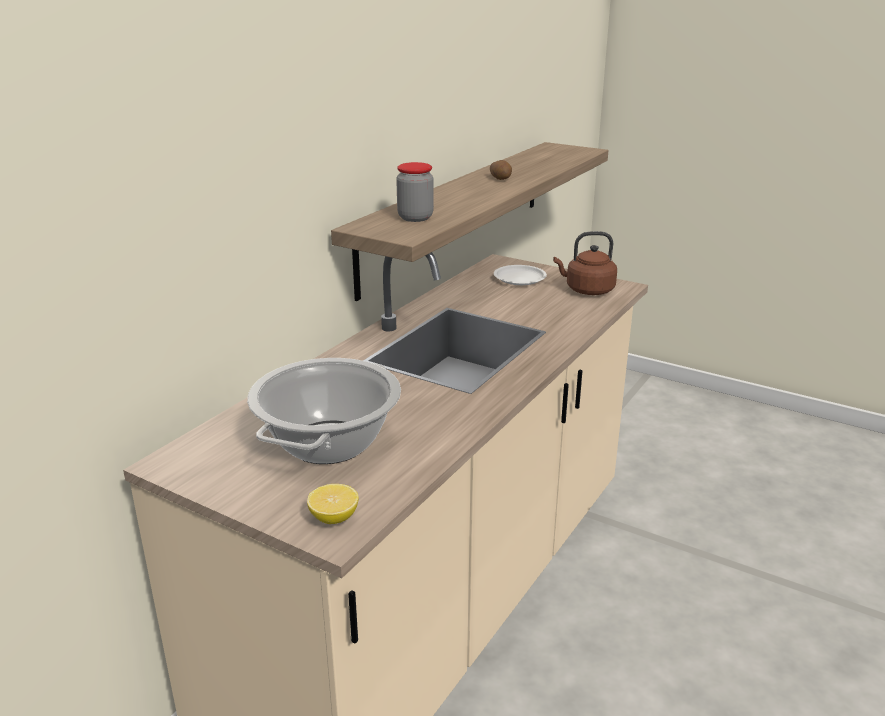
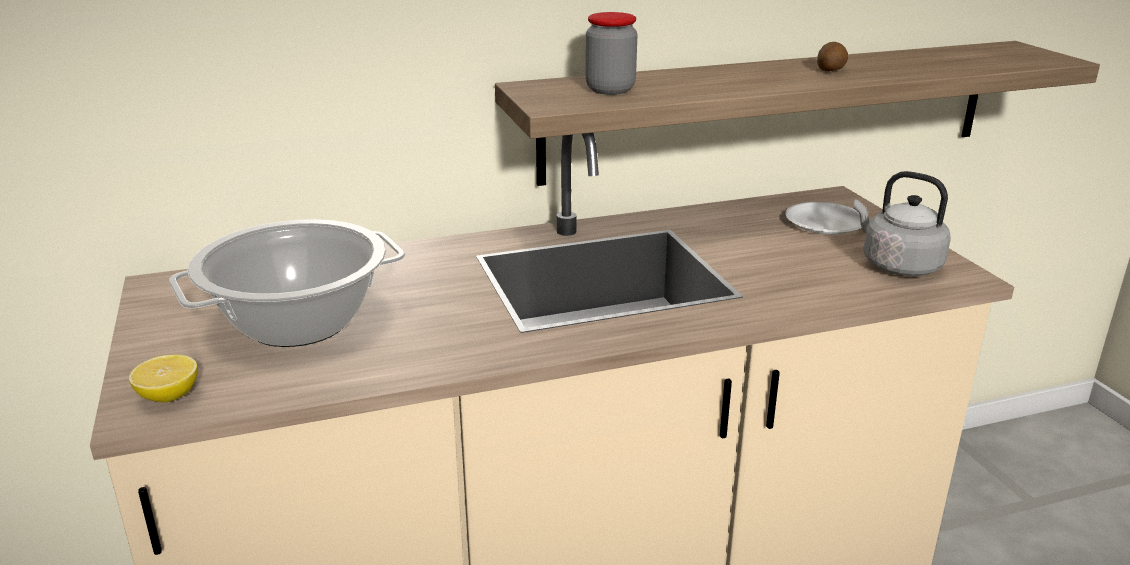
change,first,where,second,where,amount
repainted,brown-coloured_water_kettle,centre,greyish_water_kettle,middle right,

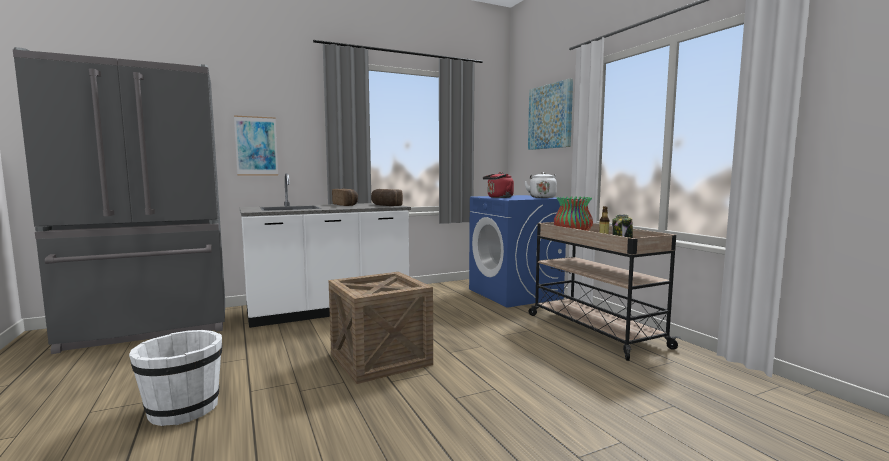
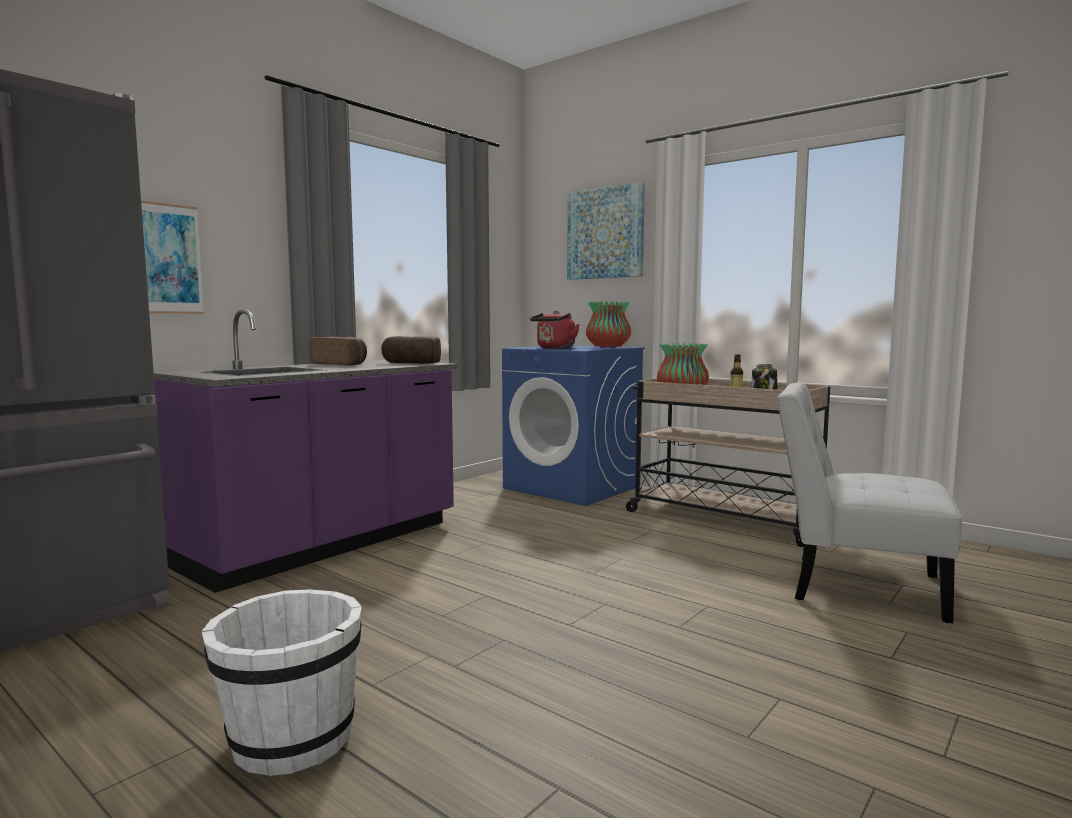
change,first,where,second,where,amount
swapped,white_water_kettle,centre,flower_vase (no. 1 from left),centre,
repainted,white_kitchen_base_unit,centre,purplish_kitchen_base_unit,middle left,
gone,packing_crate,bottom centre,,,
new,,,white_upright_chair,middle right,

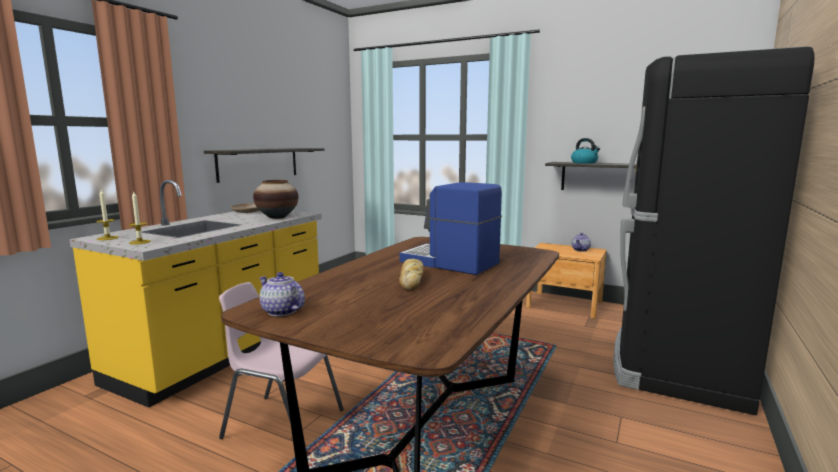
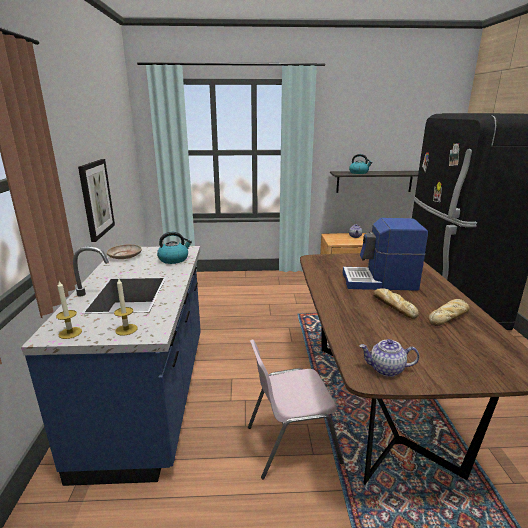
change,first,where,second,where,amount
swapped,shelf (no. 1 from left),middle left,wall_picture,middle left,
repainted,yellowish_kitchen_base_unit,middle left,bluish_kitchen_base_unit,bottom left,
swapped,flower_vase,middle left,water_kettle (no. 1 from left),middle left,
new,,,bread (no. 2 from left),middle right,

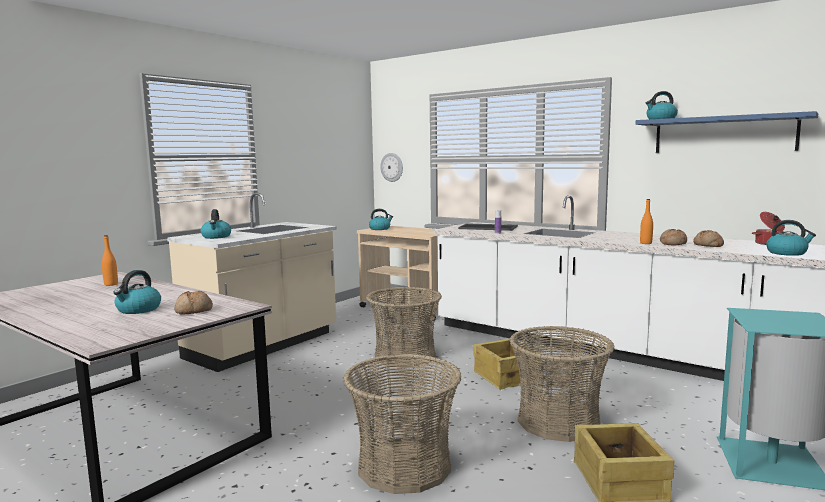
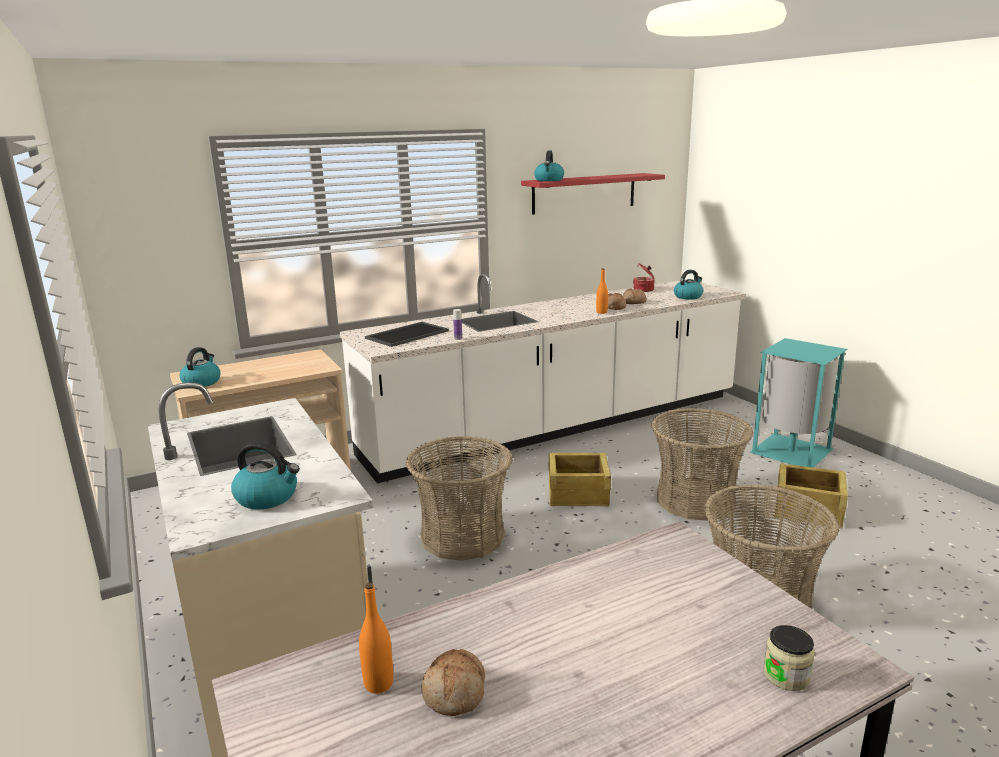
change,first,where,second,where,amount
repainted,bluish_shelf,top right,reddish_shelf,top centre,
gone,clock_on_the_wall,top centre,,,
gone,water_kettle (no. 1 from left),middle left,,,
shifted,bread (no. 1 from left),middle left,,bottom centre,
new,,,storage_jar,bottom right,

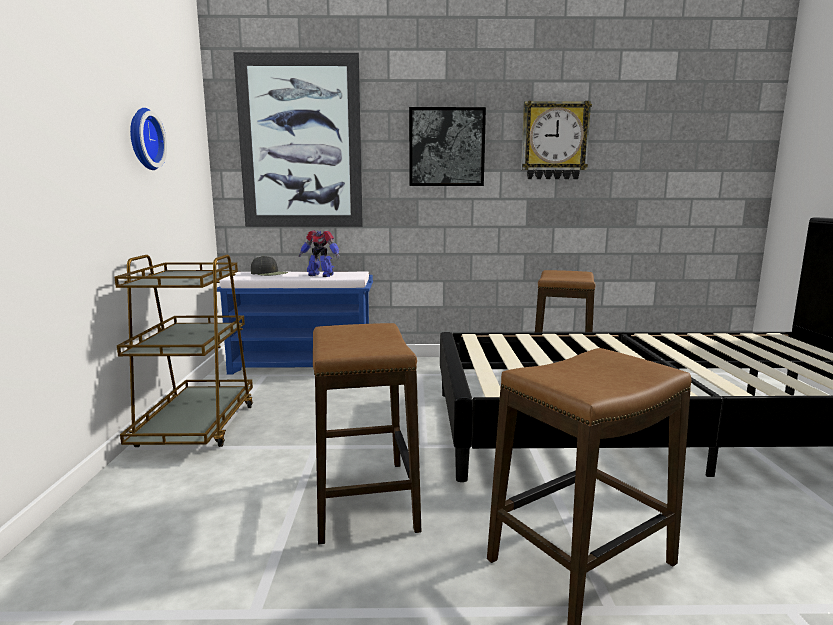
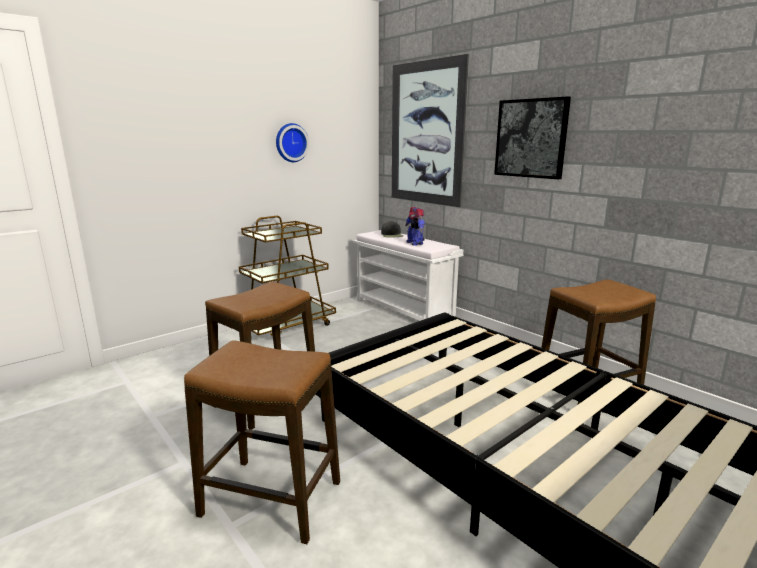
change,first,where,second,where,amount
gone,clock_on_the_wall (no. 2 from left),top right,,,
repainted,bluish_indoor_bench,centre,white_indoor_bench,centre,

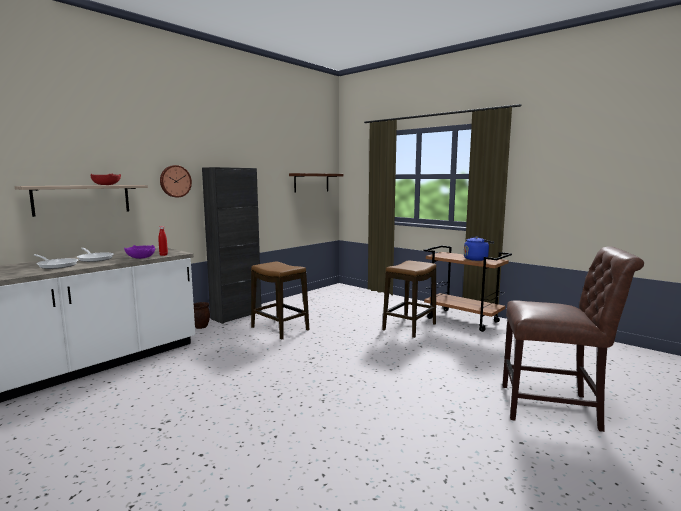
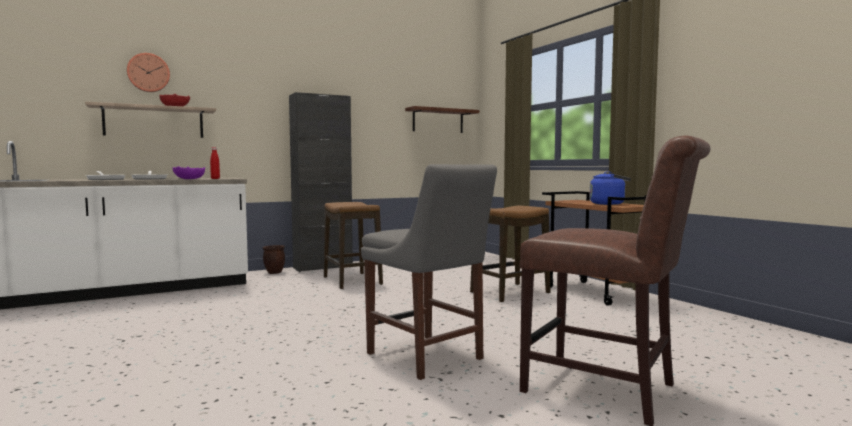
change,first,where,second,where,amount
shifted,clock_on_the_wall,middle left,,top left,
new,,,greyish_upright_chair,centre,

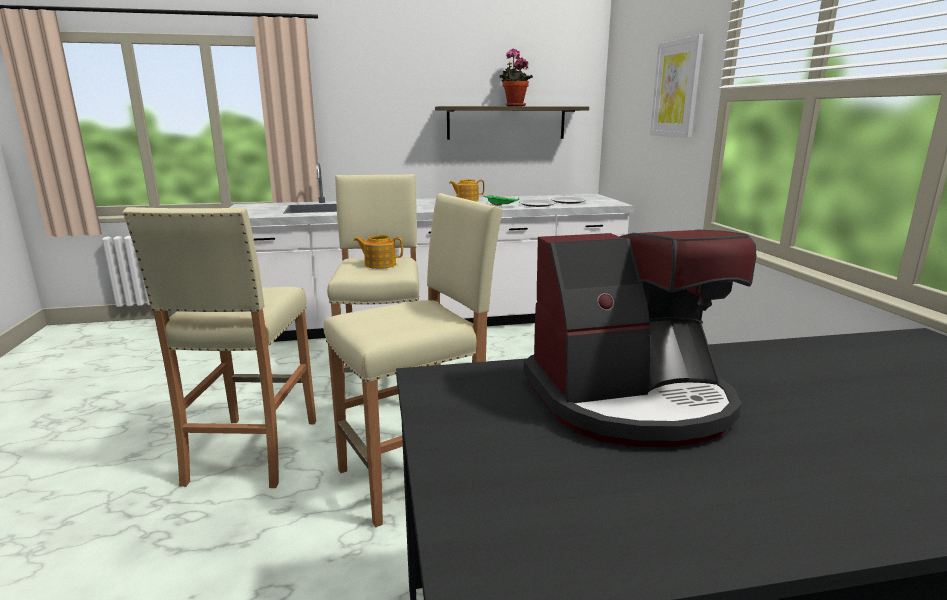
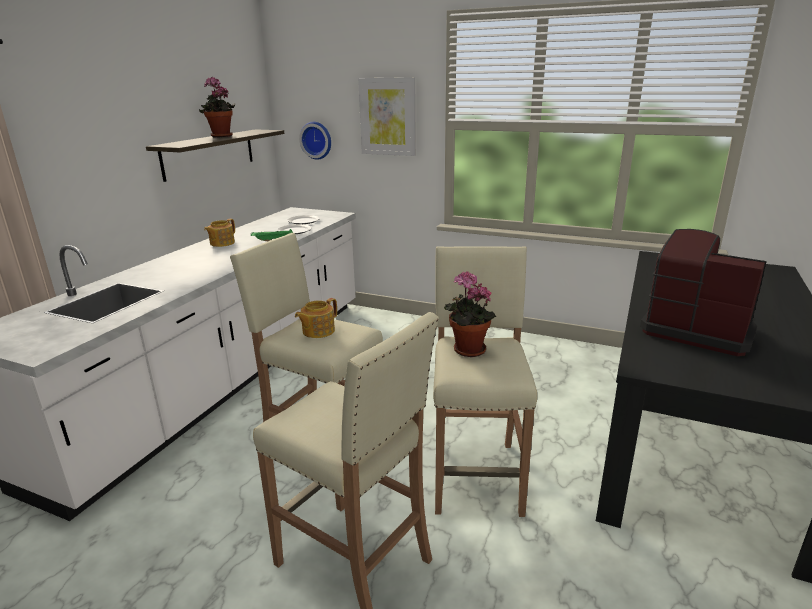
change,first,where,second,where,amount
rotated,coffee_maker,middle right,,middle right,75 degrees counterclockwise
new,,,clock_on_the_wall,top centre,
new,,,plant_in_a_pot (no. 2 from left),centre,

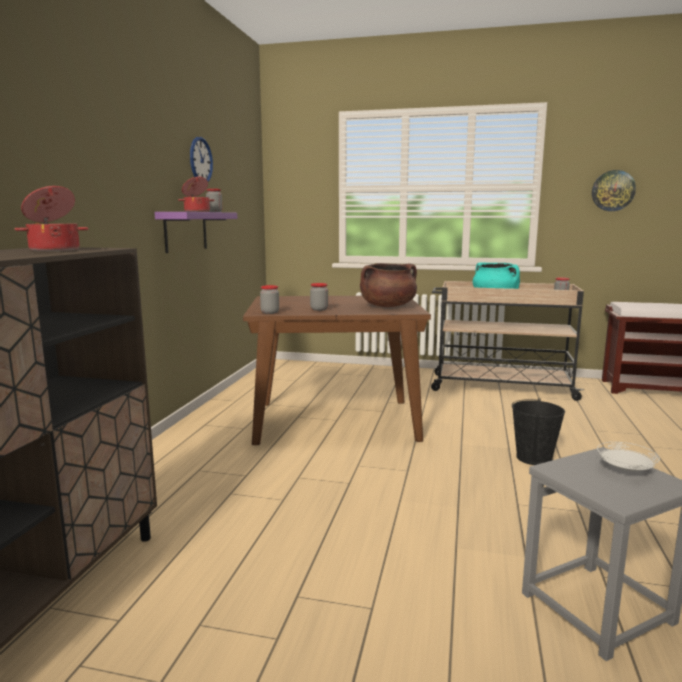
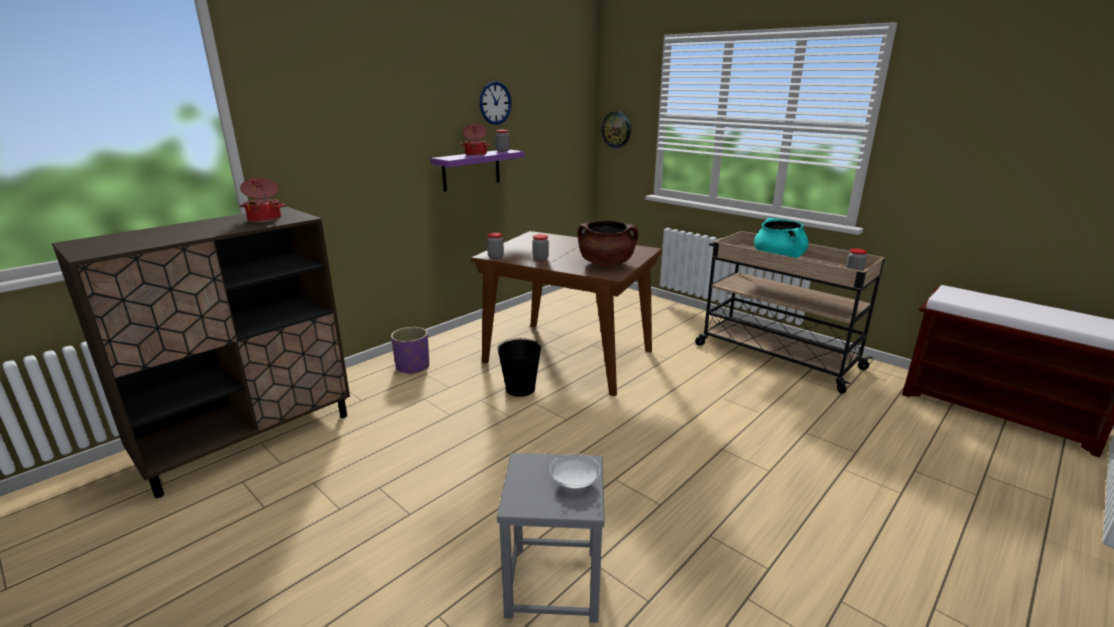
change,first,where,second,where,amount
shifted,clock_on_the_wall (no. 2 from left),top right,,top centre,
shifted,black-coloured_pail,middle right,,centre,
new,,,purplish_flower_pot,centre,

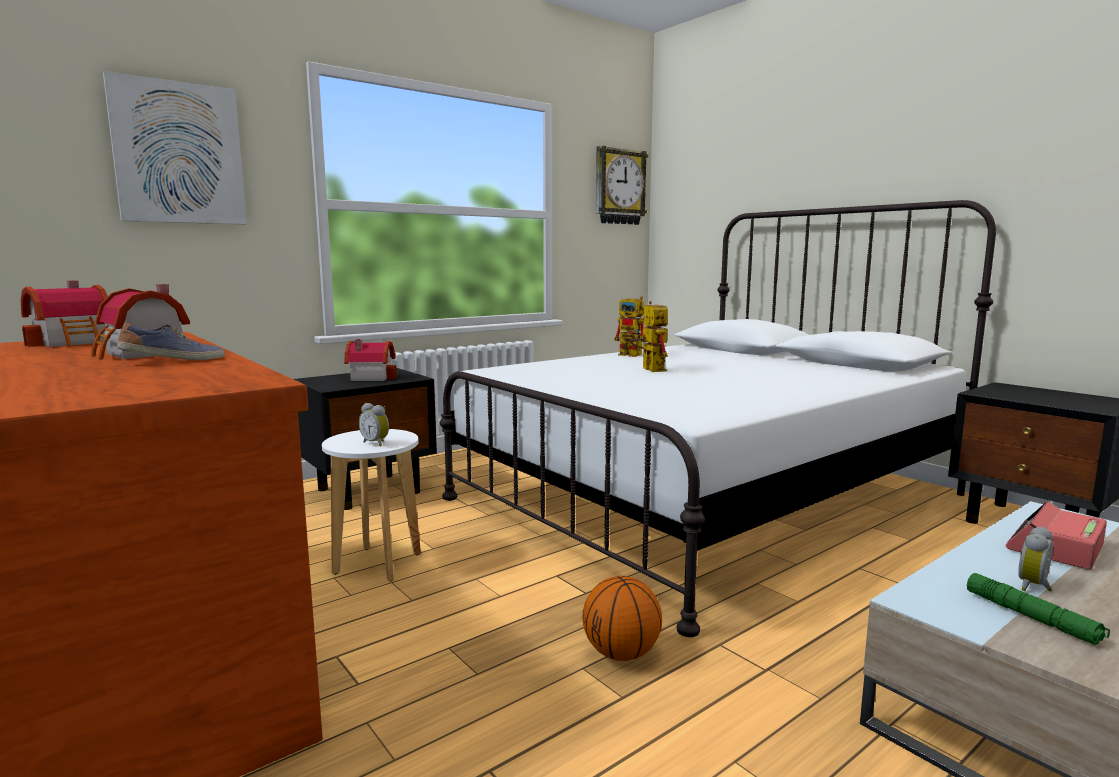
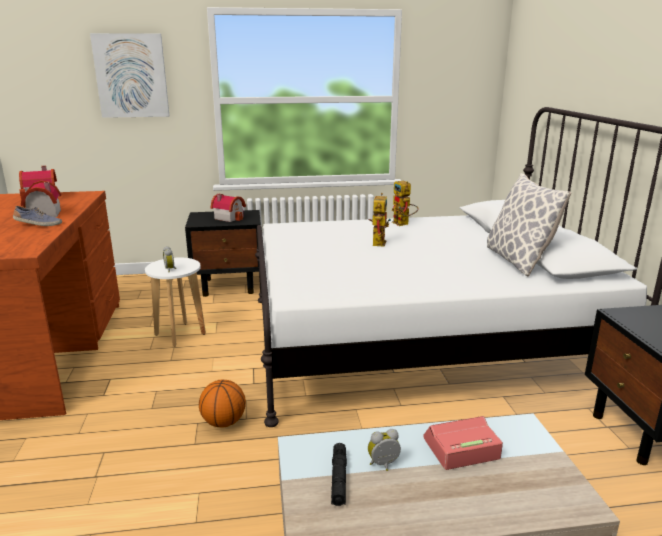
change,first,where,second,where,amount
gone,clock_on_the_wall,top centre,,,
repainted,greenish_hand_torch,bottom right,black-coloured_hand_torch,bottom centre,
new,,,pillow,middle right,

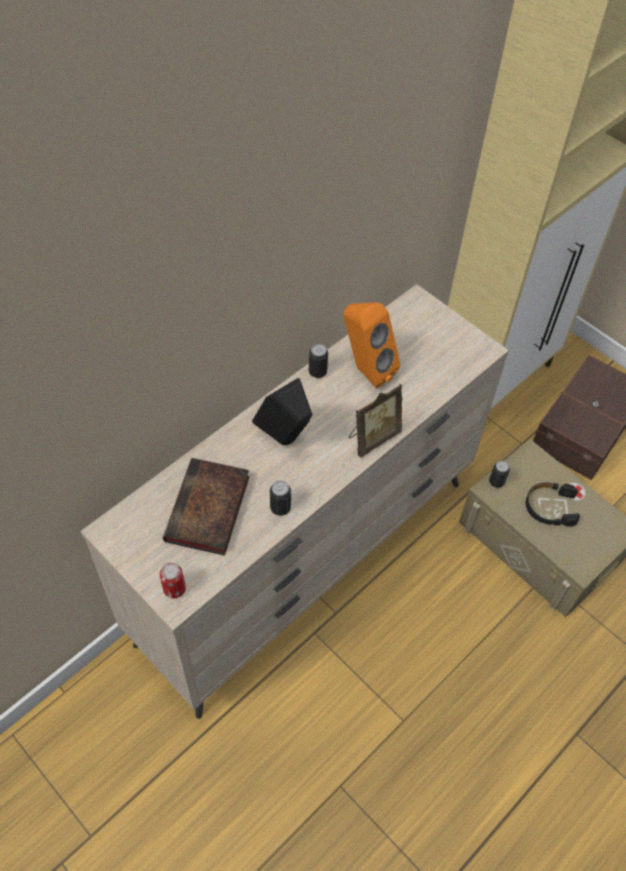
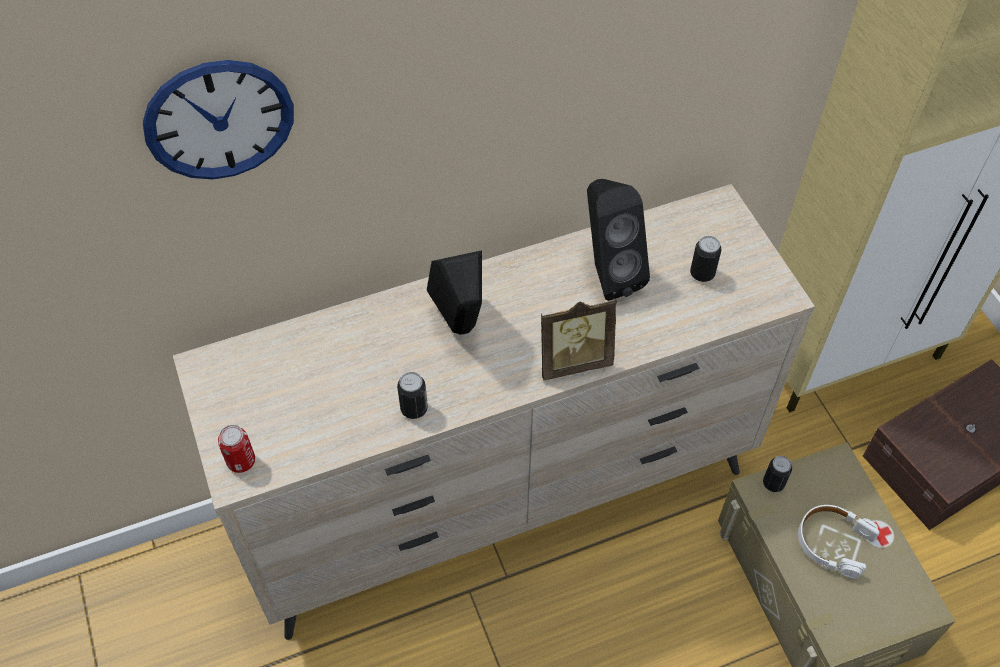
change,first,where,second,where,amount
repainted,orange_speaker,centre,black-coloured_speaker (no. 2 from left),centre,
shifted,sealed_can (no. 3 from left),centre,,middle right,
gone,book,middle left,,,
repainted,black-coloured_pair_of_headphones,middle right,white_pair_of_headphones,bottom right,
new,,,clock_on_the_wall,top left,

